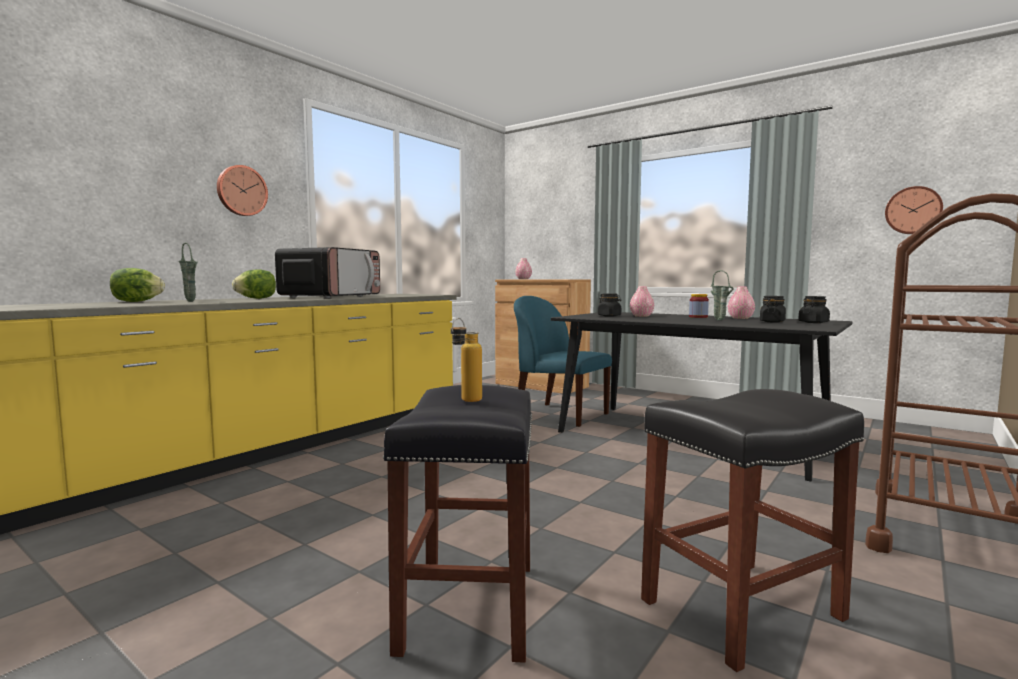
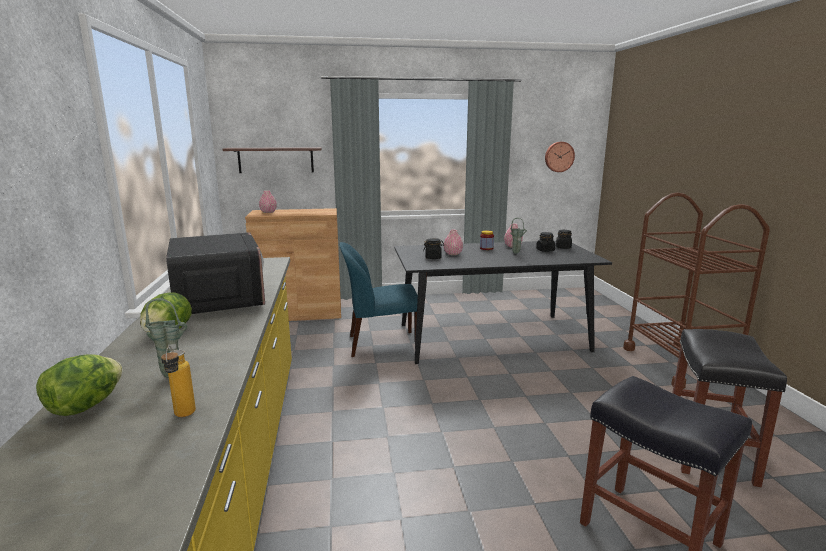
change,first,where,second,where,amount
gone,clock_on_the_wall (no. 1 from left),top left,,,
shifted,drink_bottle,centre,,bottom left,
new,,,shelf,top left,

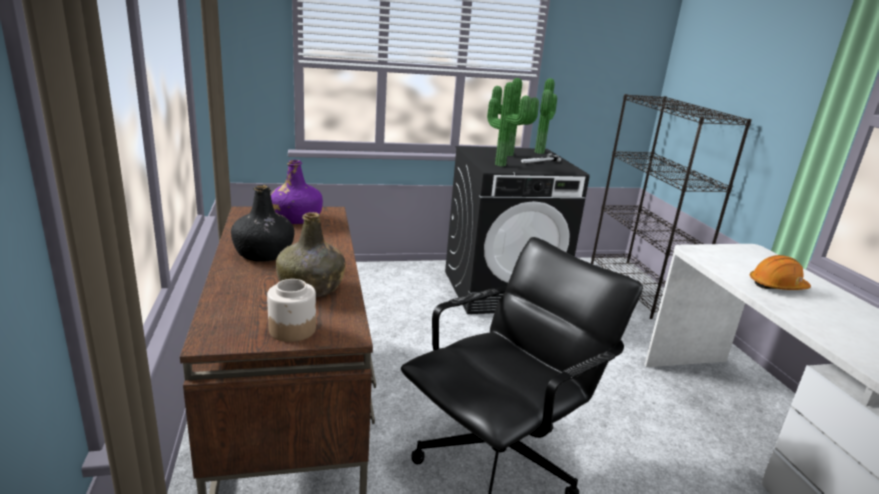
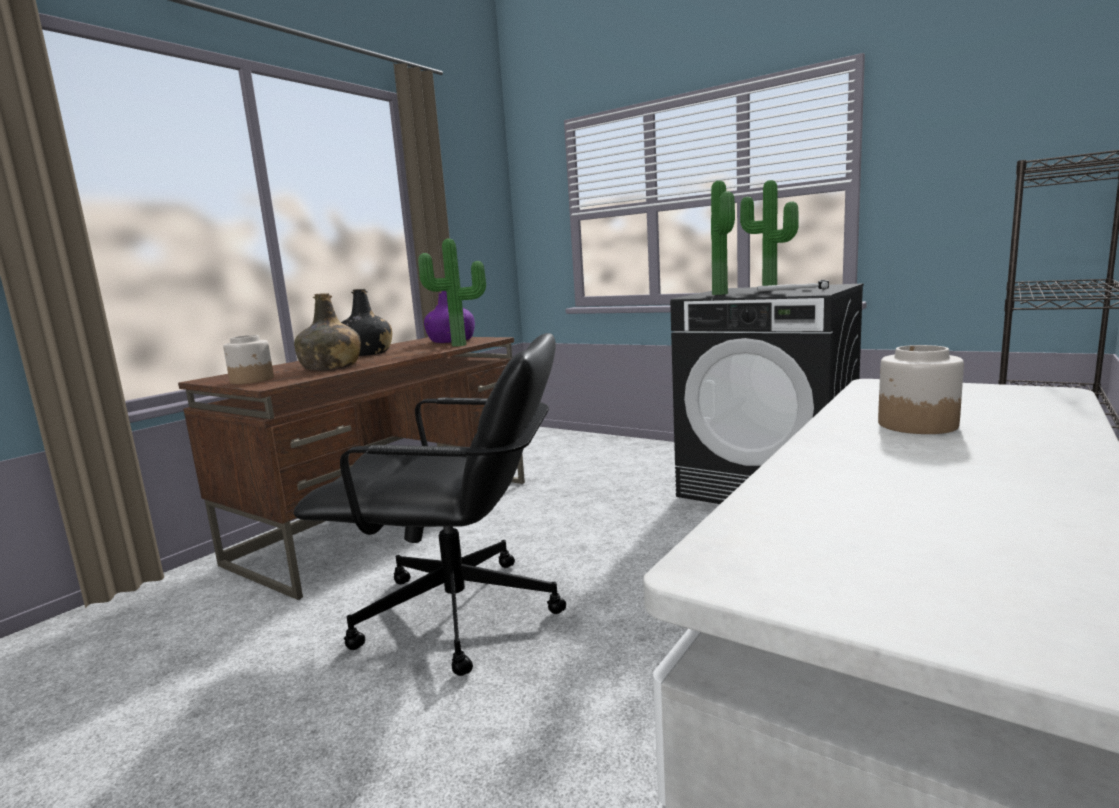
change,first,where,second,where,amount
shifted,plant_in_a_pot (no. 3 from left in the first image),top centre,plant_in_a_pot (no. 1 from left),centre,
swapped,orange_hard_hat,middle right,storage_jar (no. 2 from left),middle right,

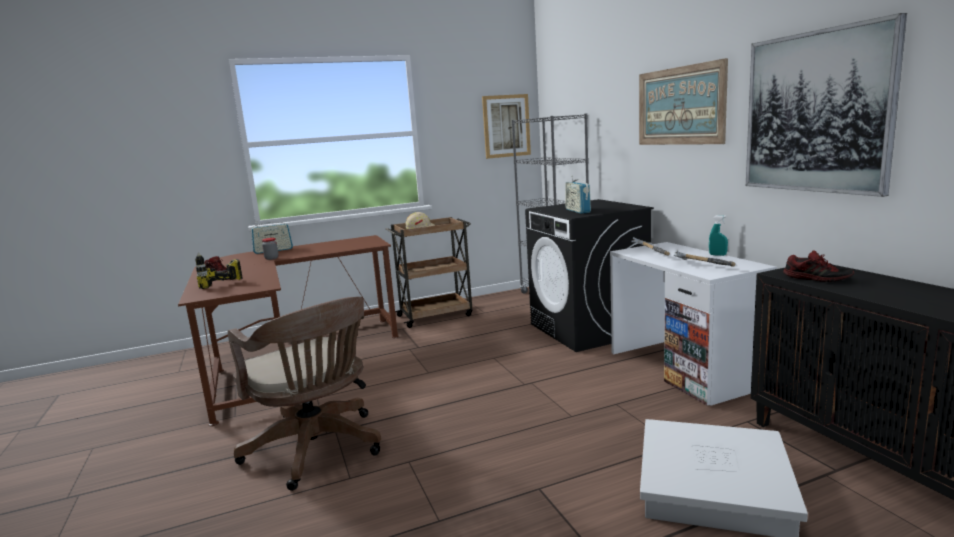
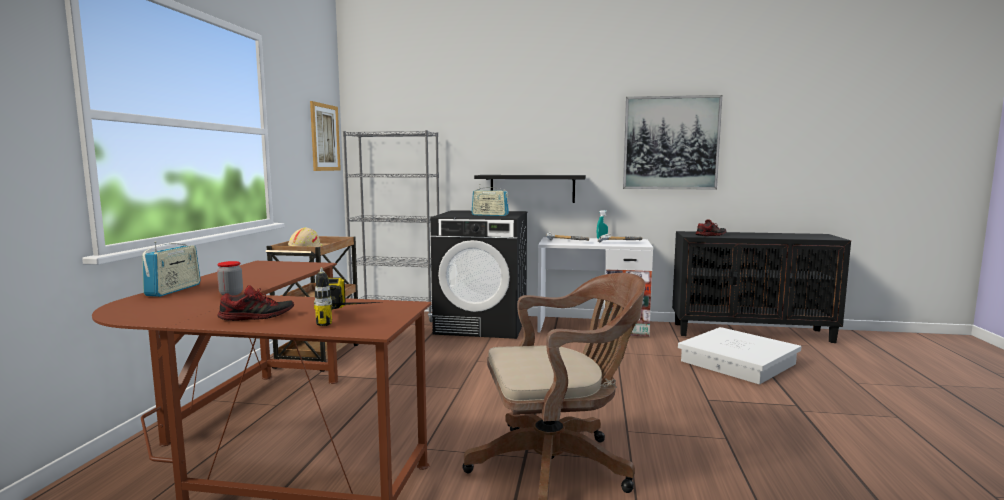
change,first,where,second,where,amount
gone,wall_picture (no. 2 from left),top right,,,
new,,,black-coloured_shelf,centre,

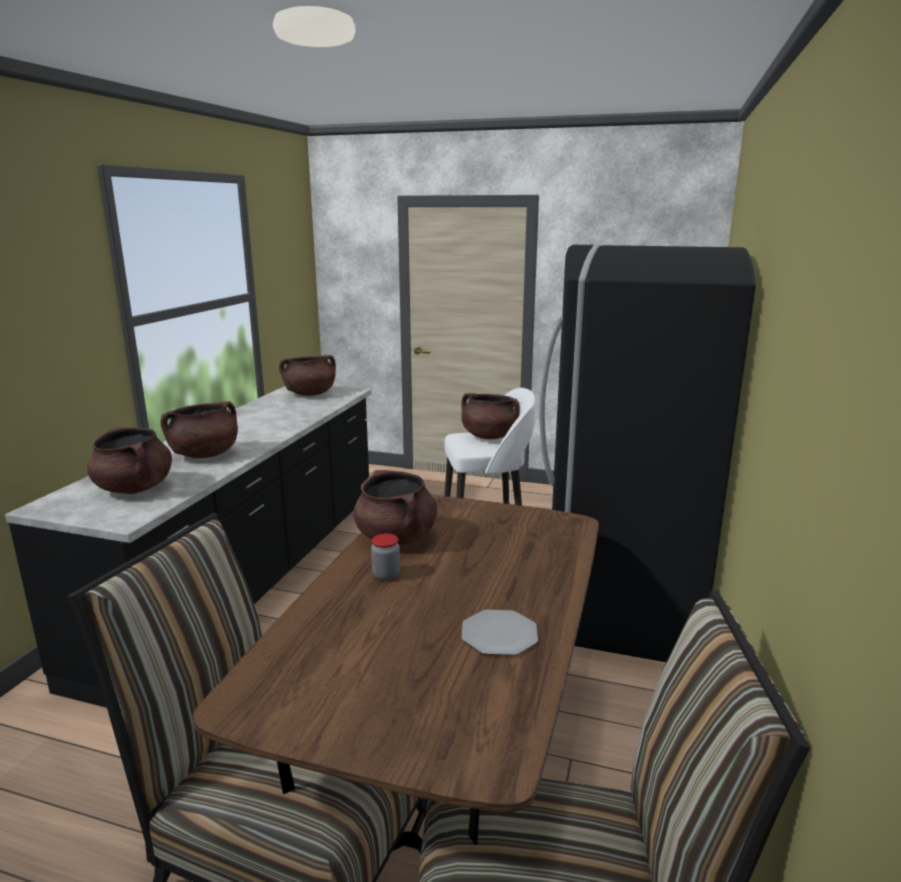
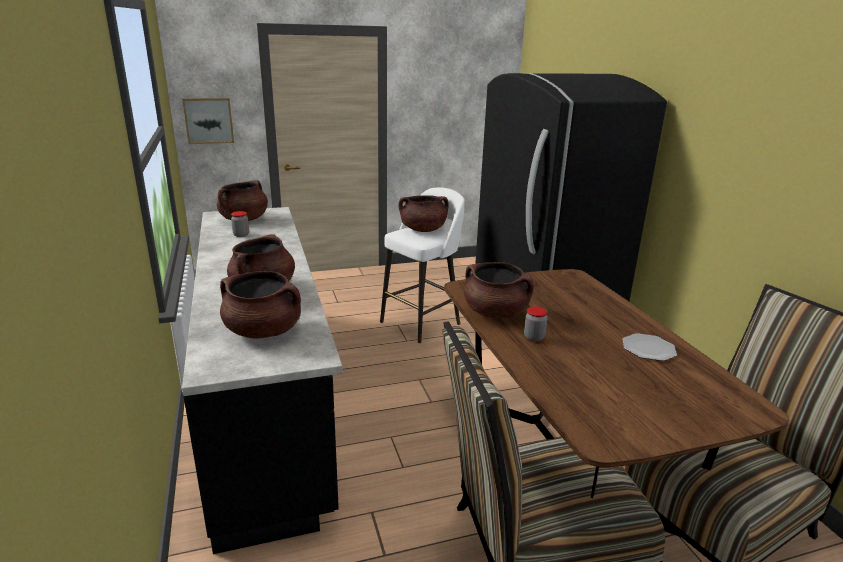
change,first,where,second,where,amount
new,,,wall_picture,top left,
new,,,storage_jar (no. 1 from left),middle left,

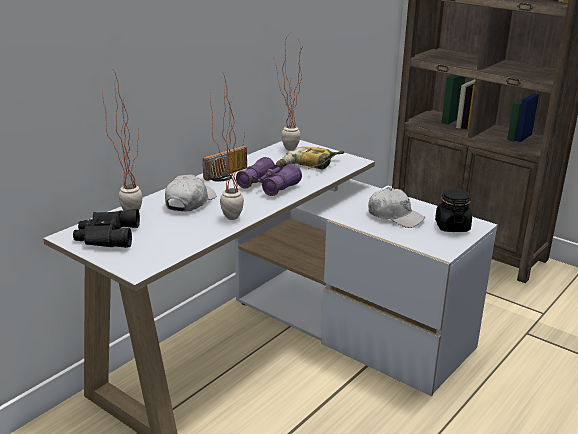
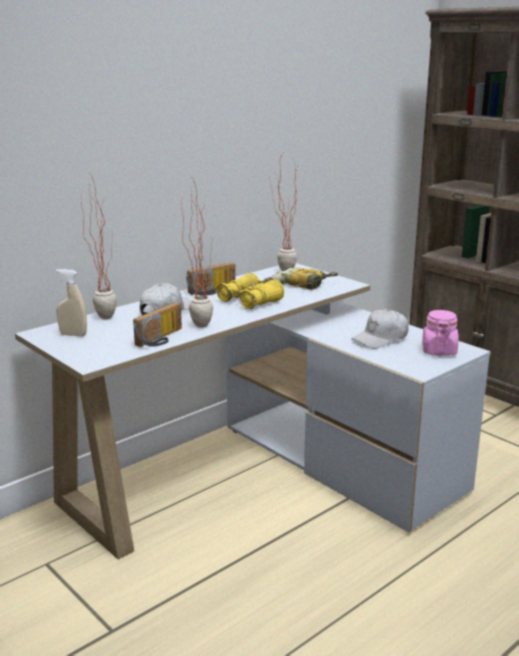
change,first,where,second,where,amount
repainted,purplish_pair_of_binoculars,centre,yellowish_pair_of_binoculars,centre,
rotated,white_peaked_cap (no. 2 from left),middle right,,middle right,105 degrees clockwise
repainted,black-coloured_storage_jar,middle right,pink-coloured_storage_jar,middle right,
swapped,black-coloured_pair_of_binoculars,middle left,beige-coloured_spray_bottle,middle left,
new,,,radio_receiver (no. 1 from left),middle left,

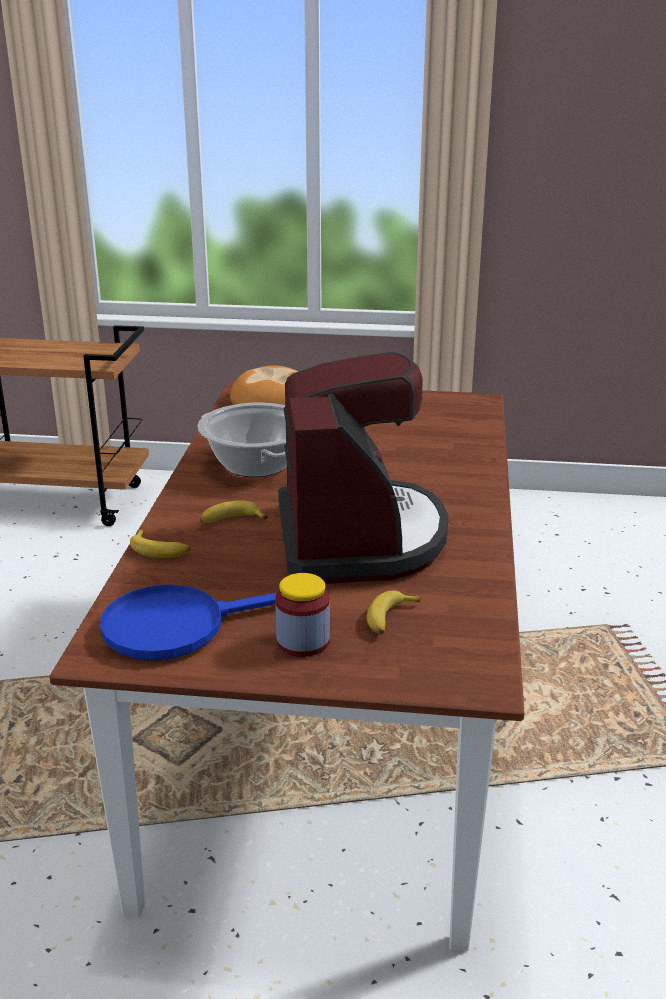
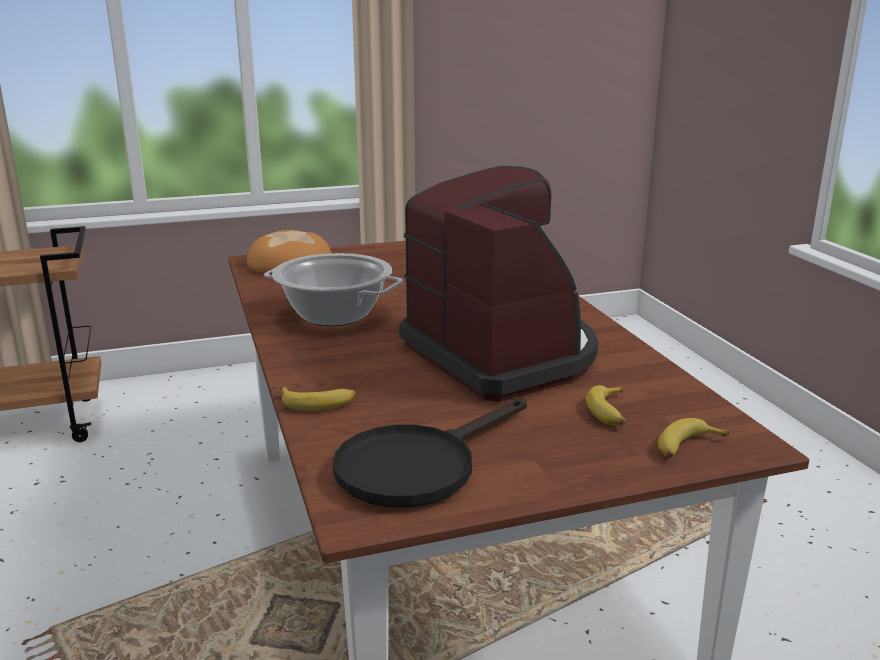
change,first,where,second,where,amount
shifted,banana_fruit (no. 2 from left in the first image),centre,banana_fruit (no. 3 from left),middle right,
gone,storage_jar,centre,,,
repainted,bluish_skillet,middle left,black-coloured_skillet,bottom centre,

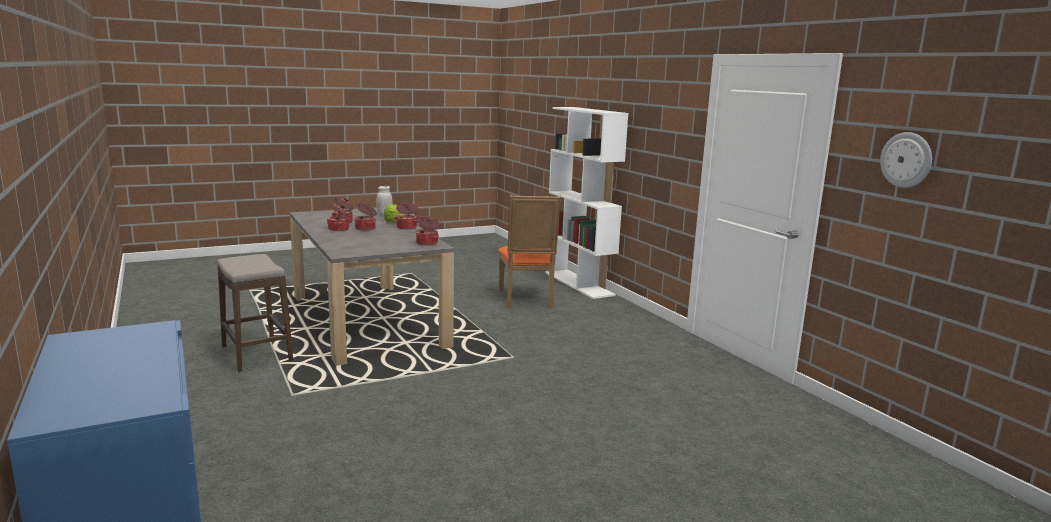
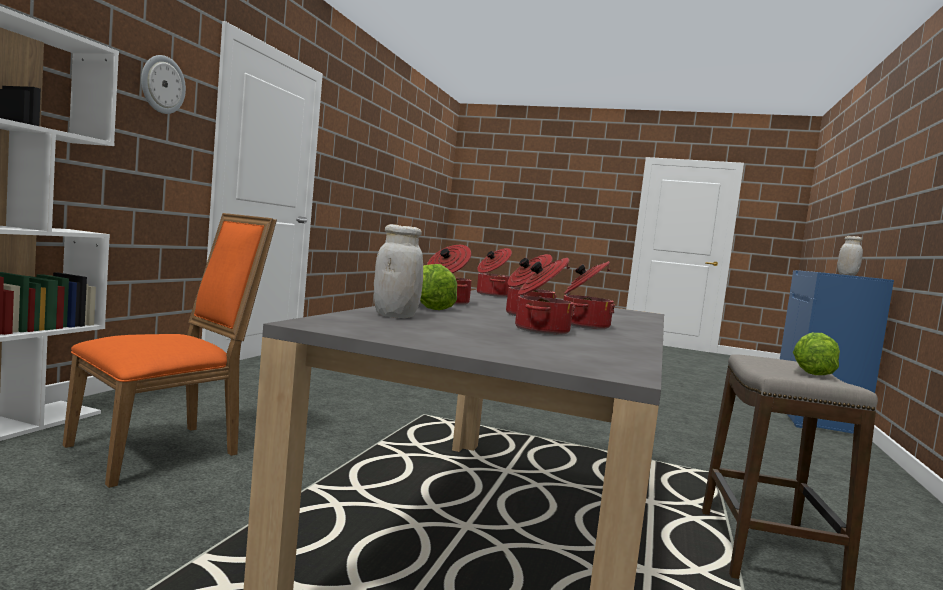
change,first,where,second,where,amount
shifted,clock_on_the_wall,top right,,top left,
new,,,white_storage_jar (no. 2 from left),middle right,
new,,,head_of_lettuce (no. 2 from left),middle right,

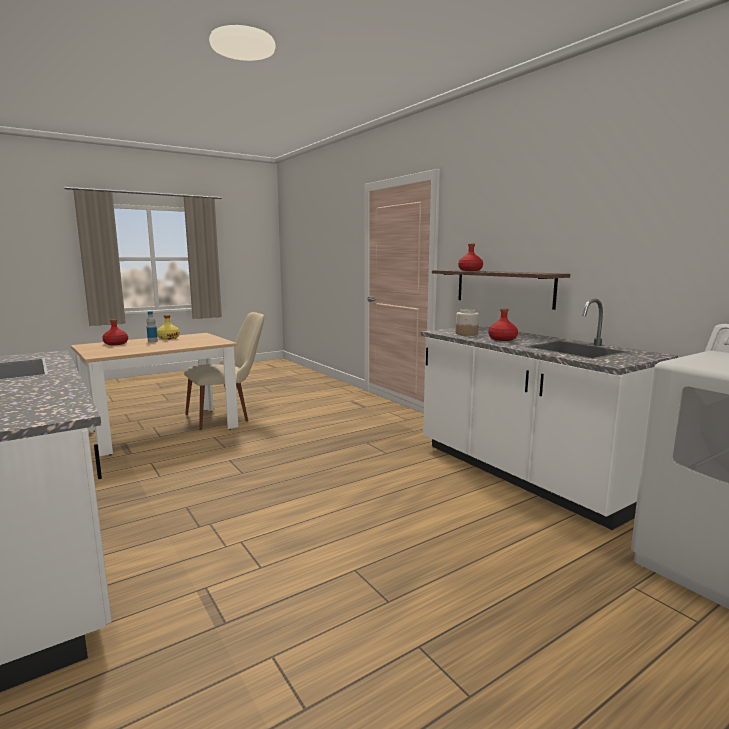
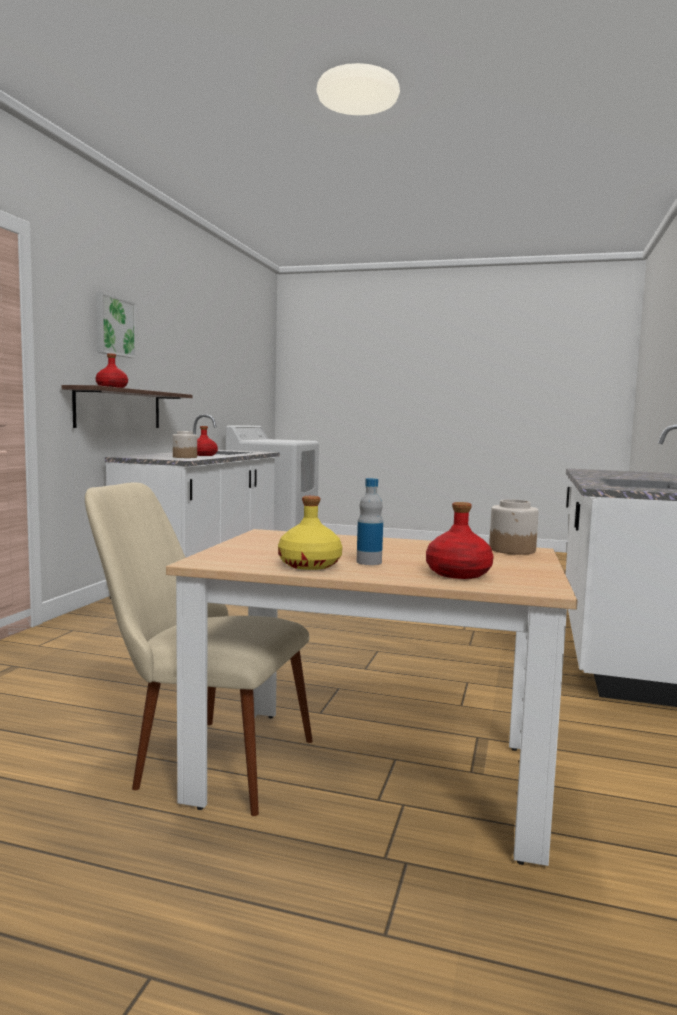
change,first,where,second,where,amount
new,,,wall_picture,top left,
new,,,storage_jar (no. 2 from left),middle right,

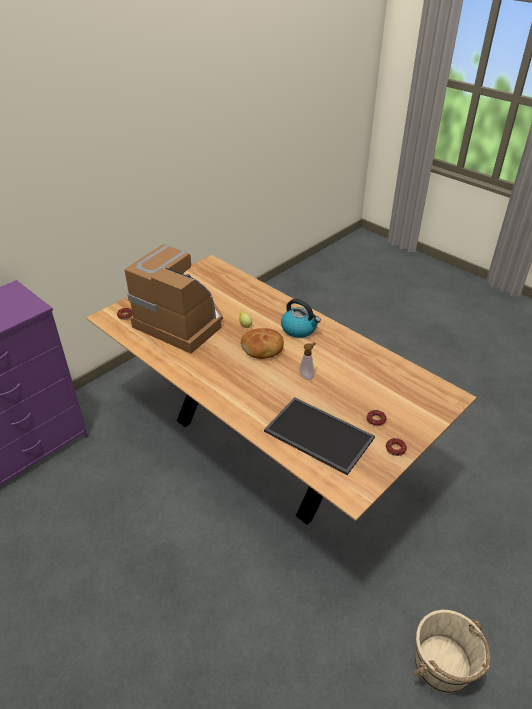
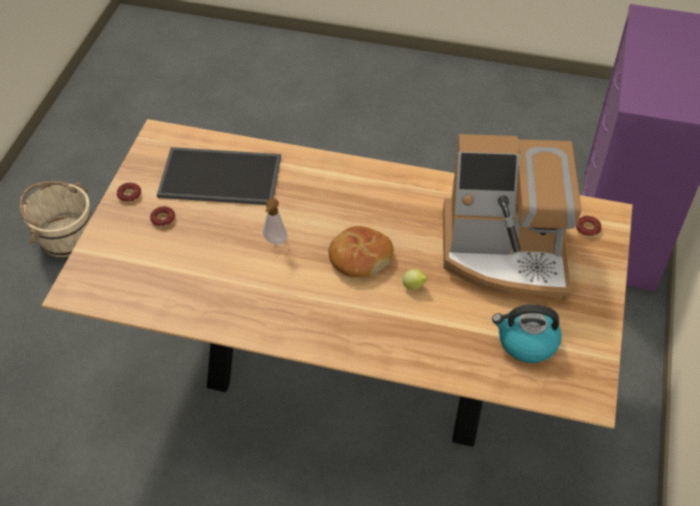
change,first,where,second,where,amount
shifted,water_kettle,centre,,middle right,

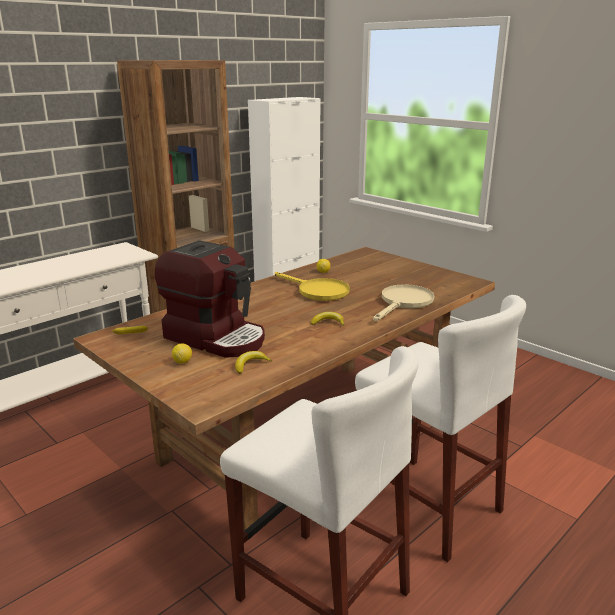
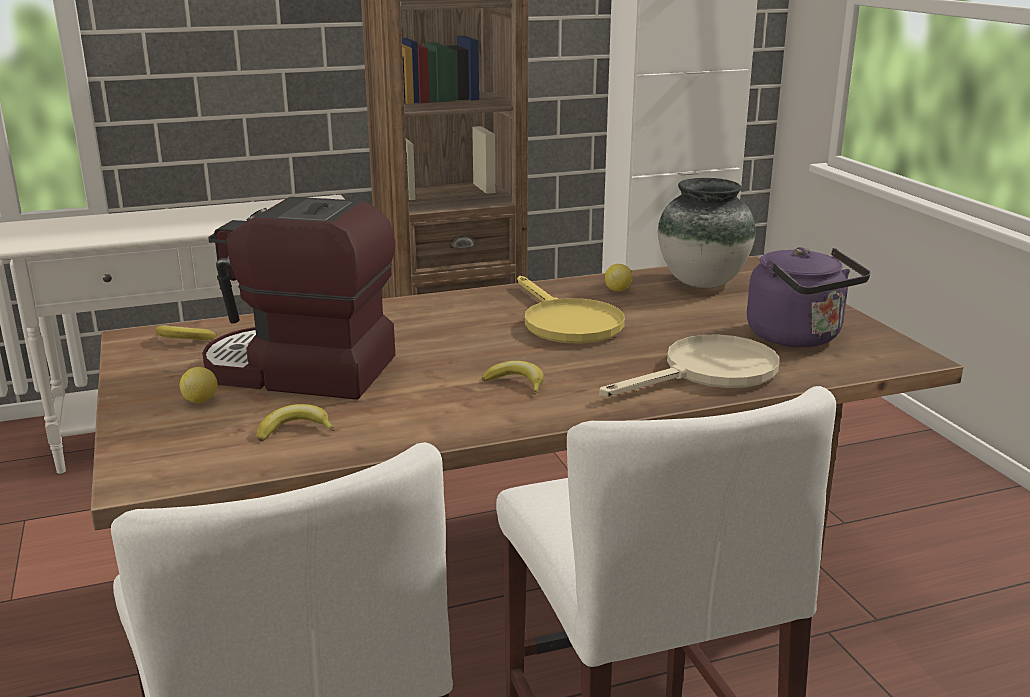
change,first,where,second,where,amount
rotated,coffee_maker,centre,,middle left,135 degrees clockwise
new,,,flower_vase,middle right,
new,,,purplish_water_kettle,middle right,

